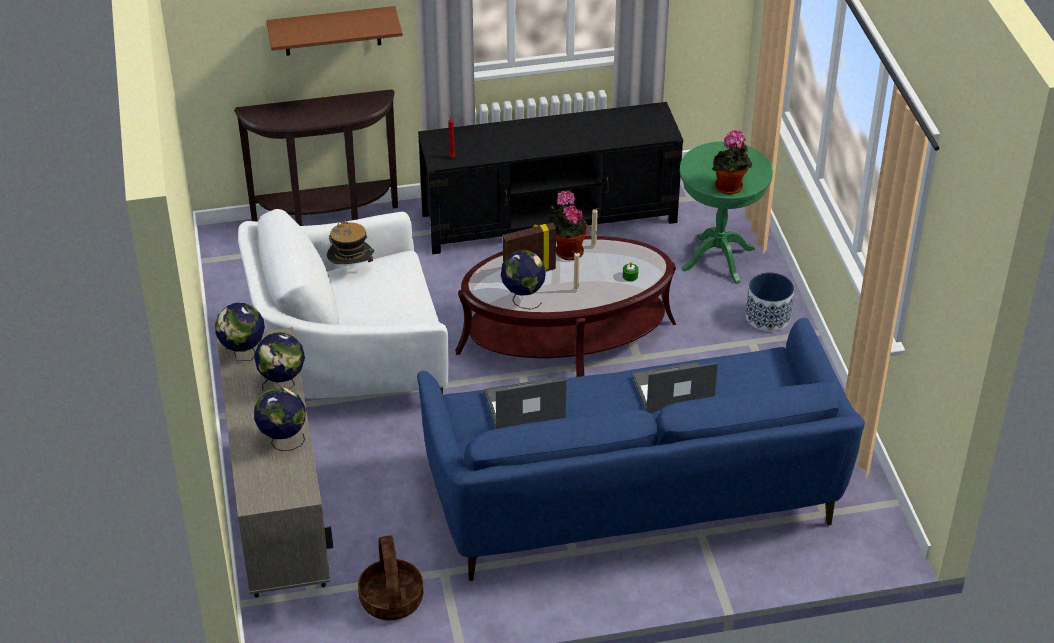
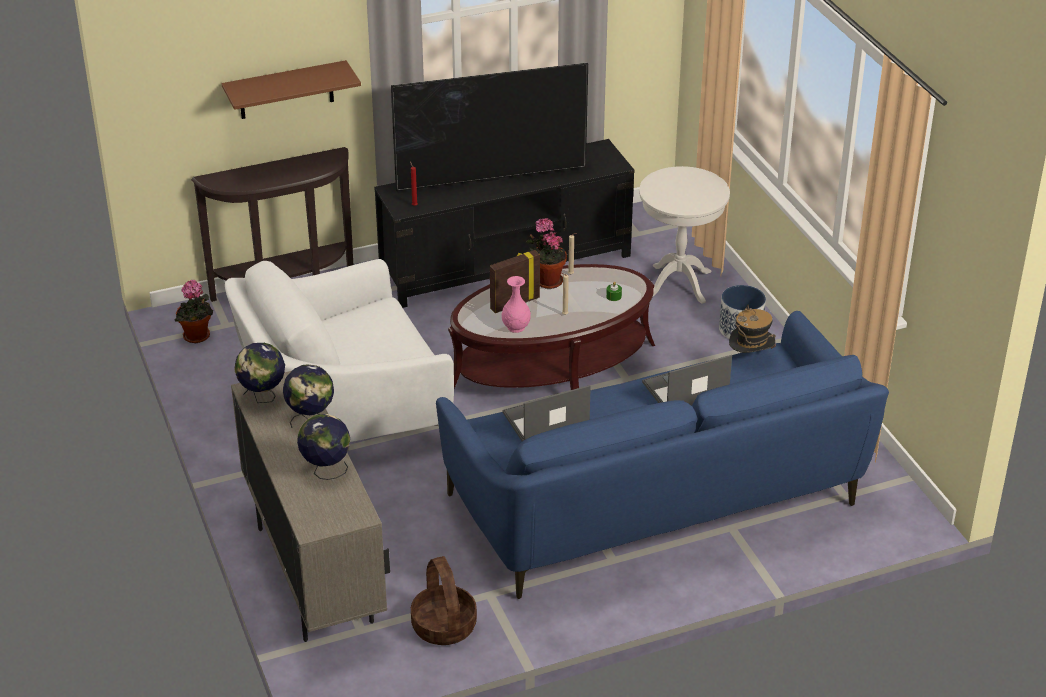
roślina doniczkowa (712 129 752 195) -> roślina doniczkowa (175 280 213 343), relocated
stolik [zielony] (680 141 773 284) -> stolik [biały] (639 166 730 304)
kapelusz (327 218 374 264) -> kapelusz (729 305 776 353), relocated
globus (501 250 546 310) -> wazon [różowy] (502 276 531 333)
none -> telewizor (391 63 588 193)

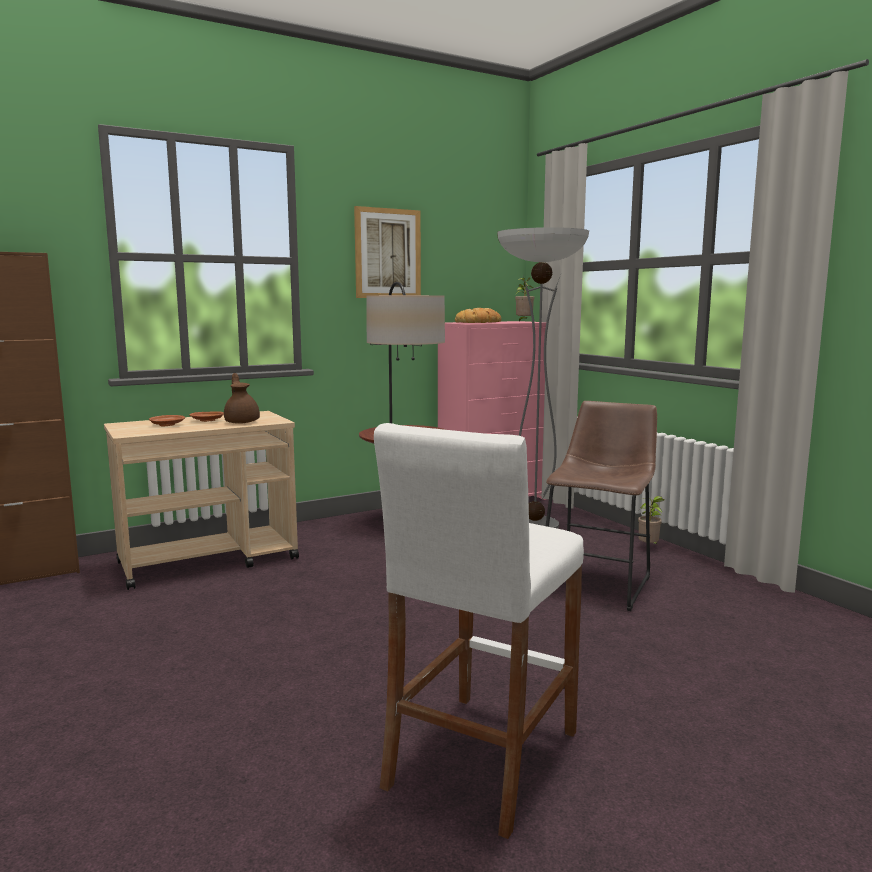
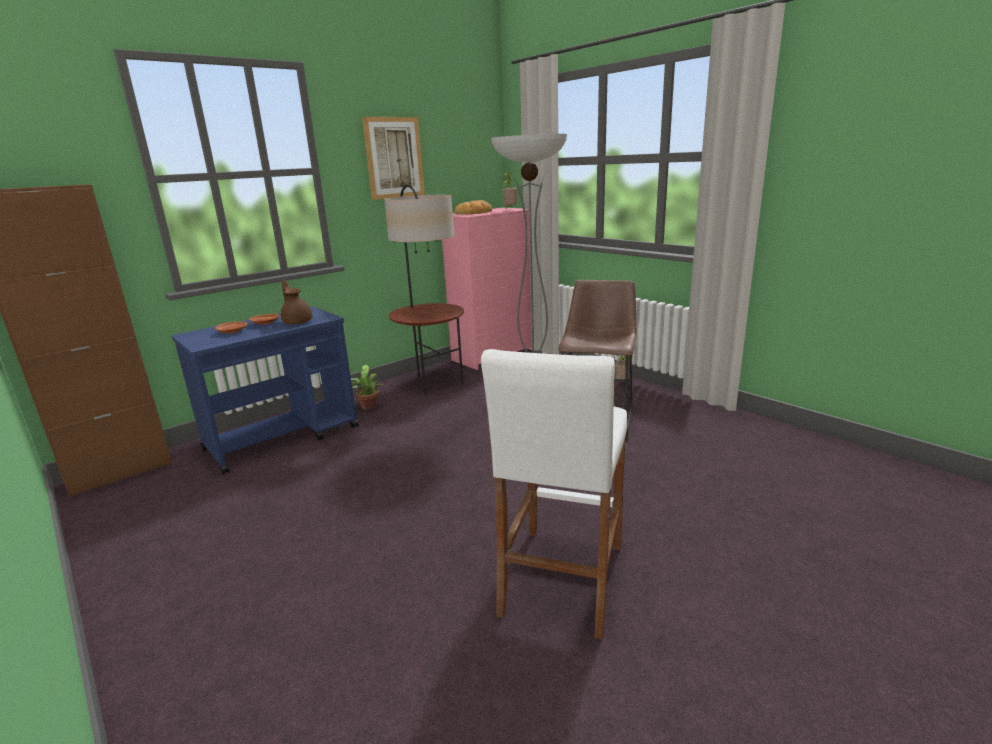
wózek [beżowy] (104 411 299 590) -> wózek [niebieski] (172 307 359 475)
none -> roślina doniczkowa (351 365 384 410)

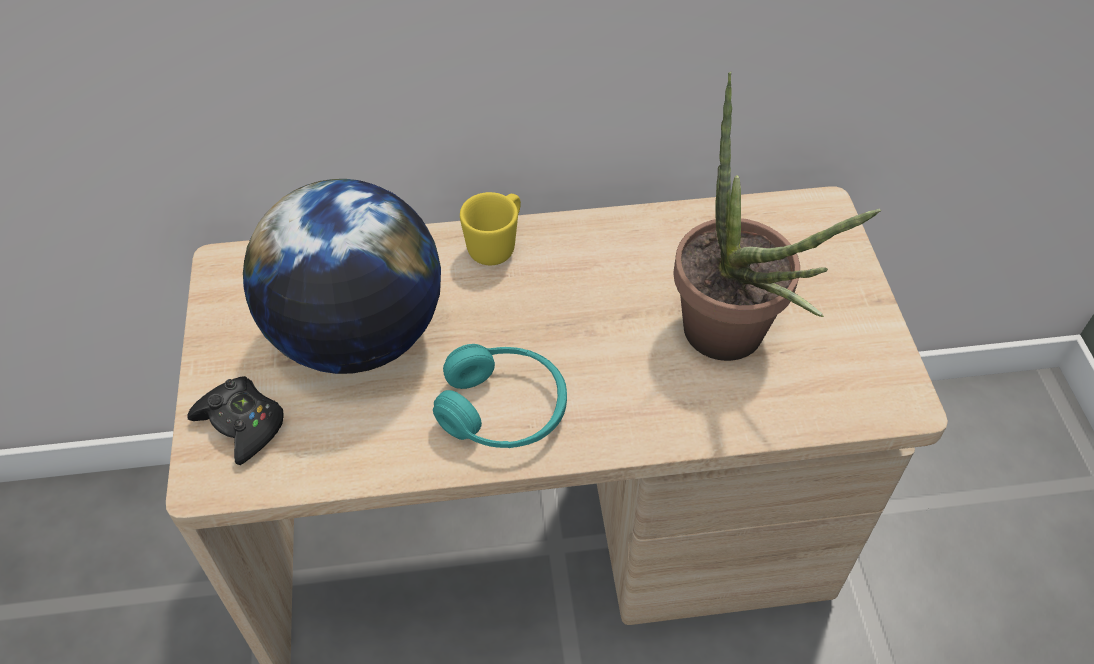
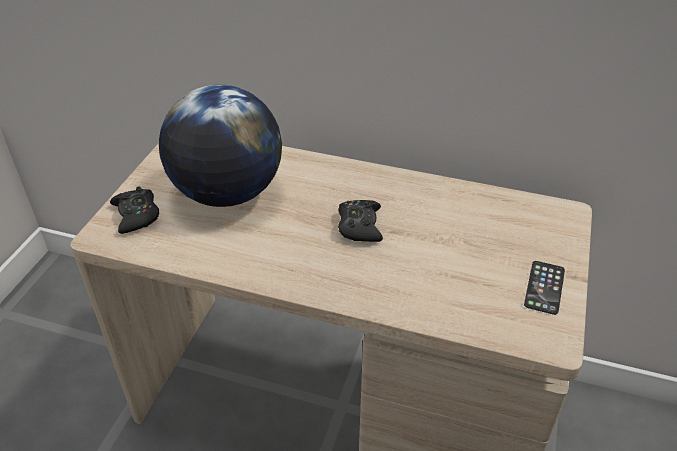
roślina doniczkowa (673 72 881 361) -> none
kubek [żółty] (460 192 521 265) -> none
słuchawki [turkusowy] (433 344 567 448) -> none
none -> pad do gier [czarny] (338 200 383 242)
none -> telefon (524 261 565 315)

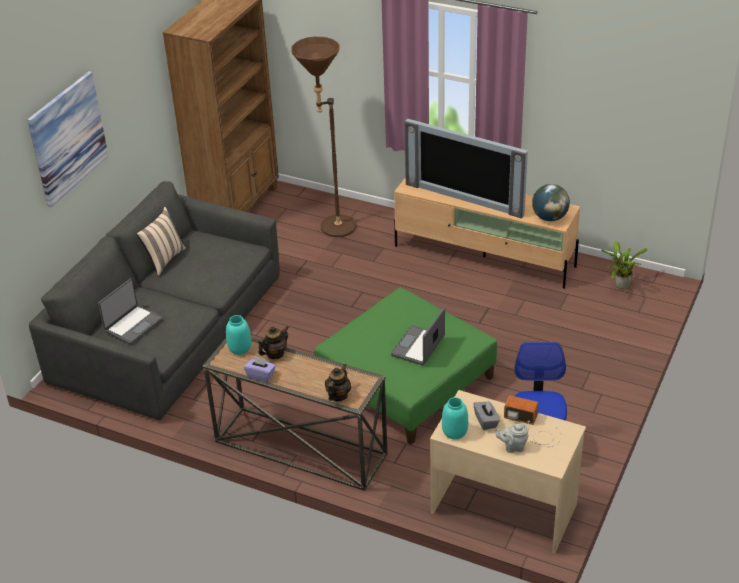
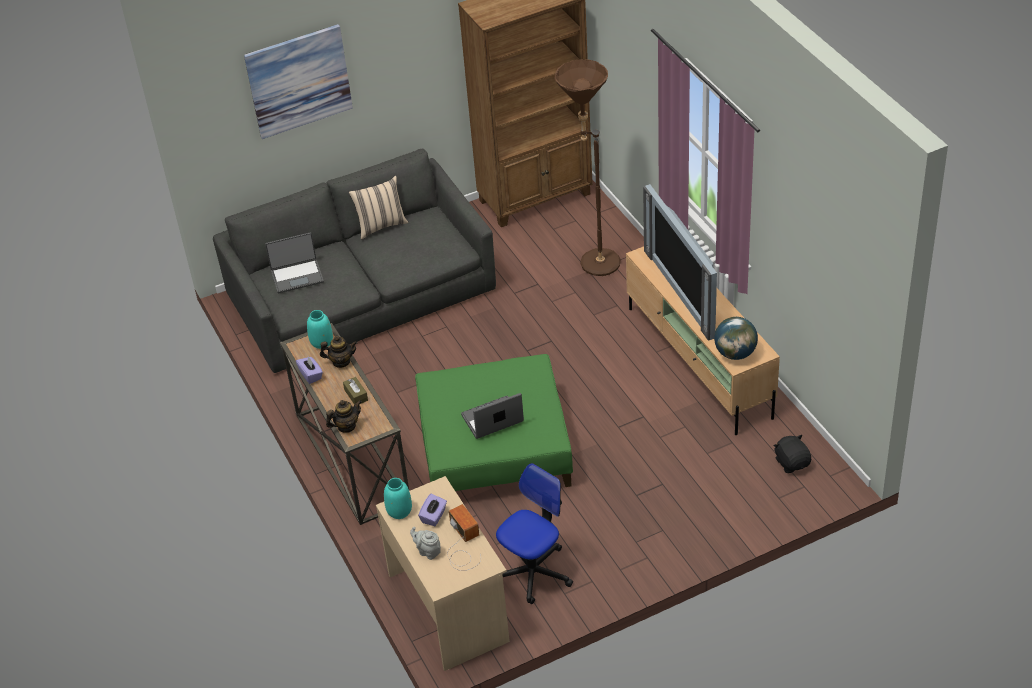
roślina doniczkowa (601 241 648 289) -> pluszak [czarny] (774 435 811 473)
pudełko chusteczek [szary] (473 402 500 430) -> pudełko chusteczek [fioletowy] (418 494 447 526)
none -> pudełko chusteczek [brązowy] (343 377 368 405)

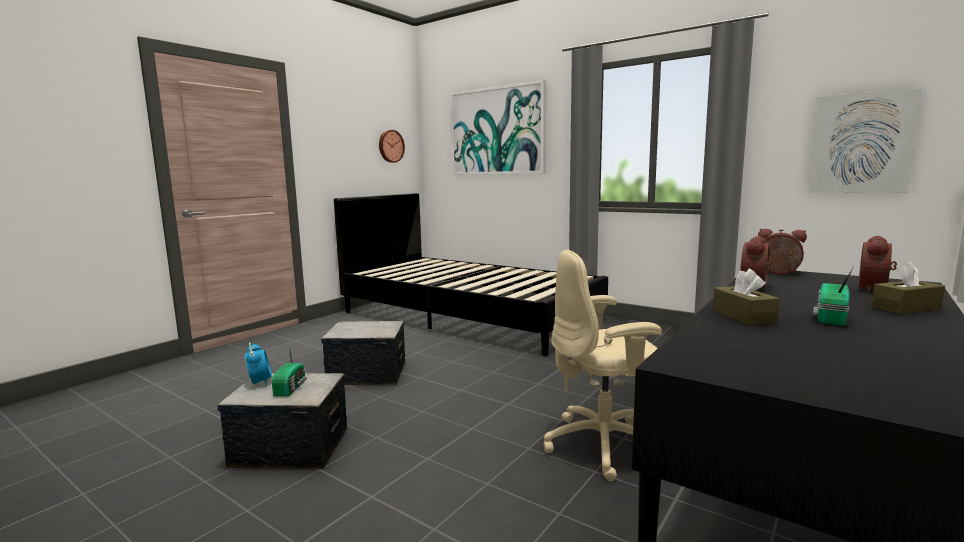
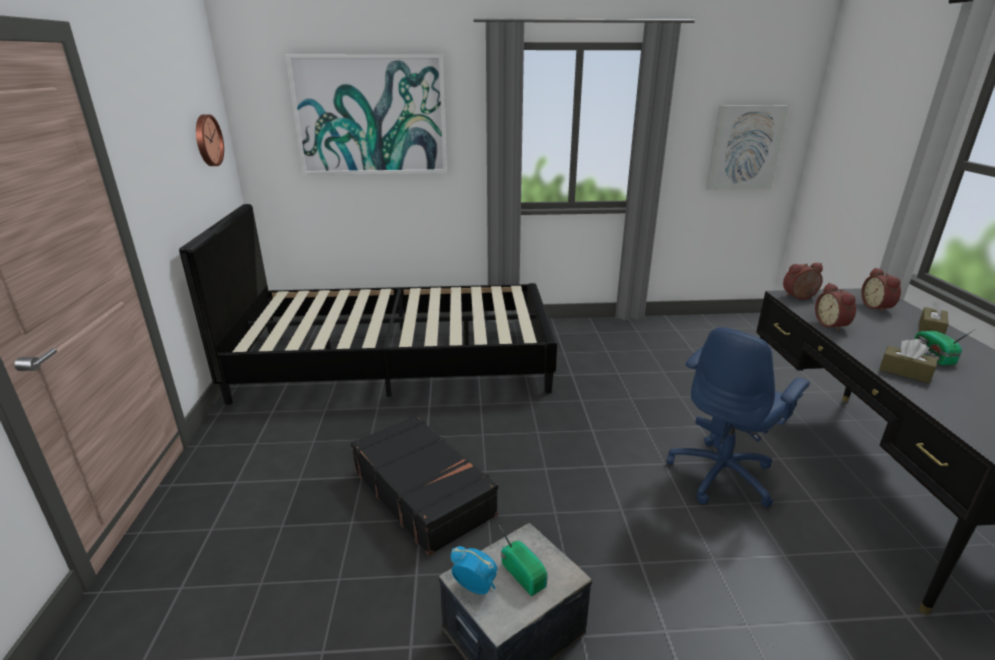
krzesło biurowe [beżowy] (543 250 662 481) -> krzesło biurowe [niebieski] (666 327 810 508)
pojemnik do przechowywania (321 321 405 385) -> walizka [czarny] (351 415 498 556)

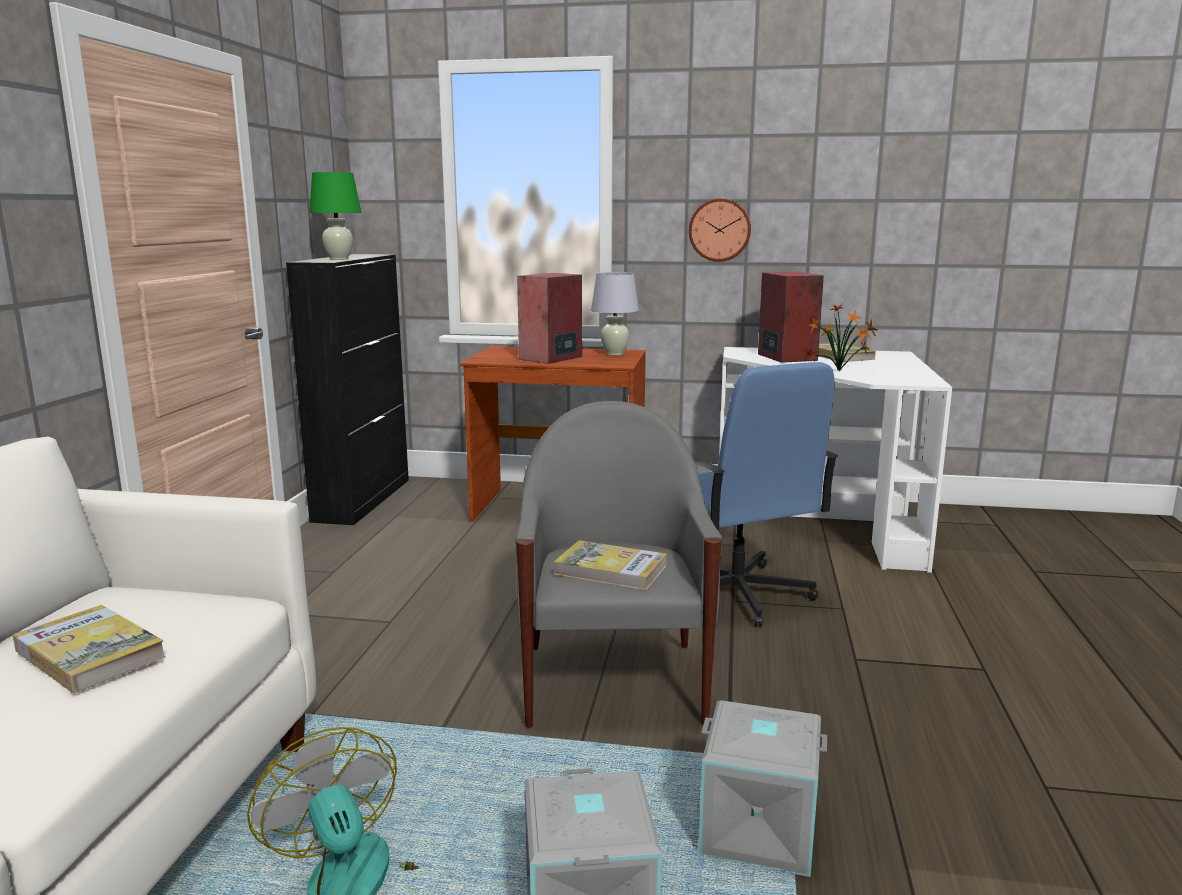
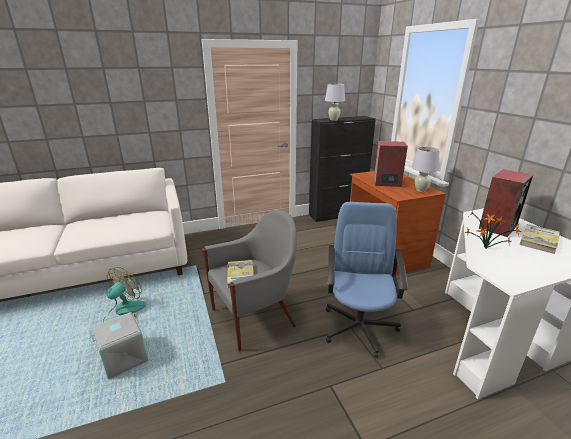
lampa stołowa [zielony] (309 172 362 260) -> lampa stołowa [biały] (325 84 345 121)
zegar ścienny (689 198 751 262) -> none
krzesło biurowe [niebieski] (694 362 838 627) -> krzesło biurowe [niebieski] (326 202 408 358), 150 degrees clockwise
książka (13 605 166 693) -> none
pojemnik do przechowywania [szary] (698 700 827 877) -> none

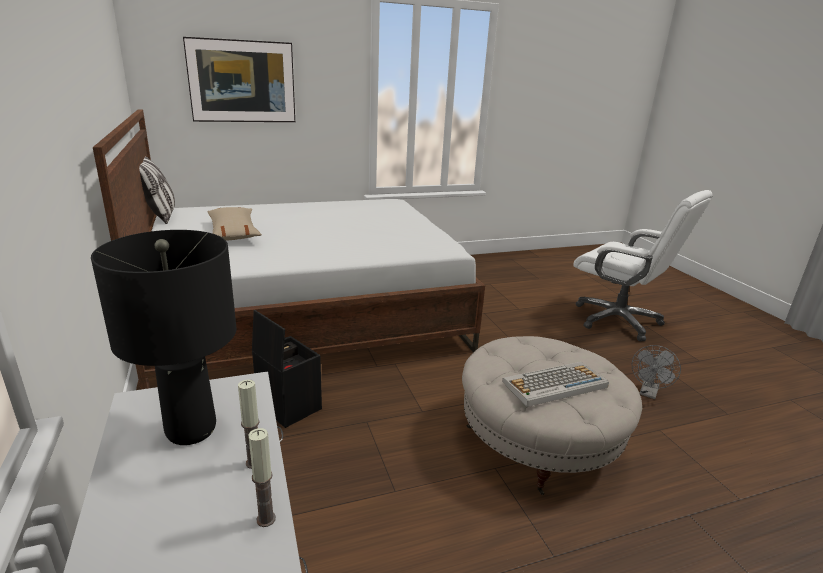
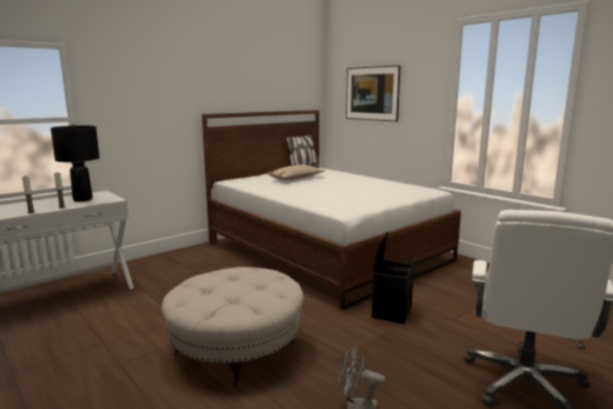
pojemnik do przechowywania [czarny] (252 310 322 428) -> pojemnik do przechowywania [czarny] (372 231 414 324), relocated
klawiatura (502 362 609 407) -> none

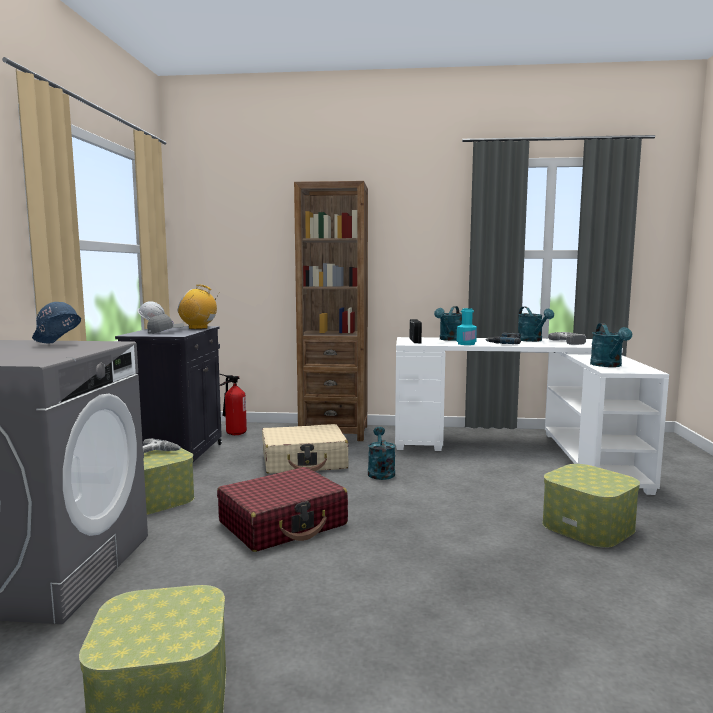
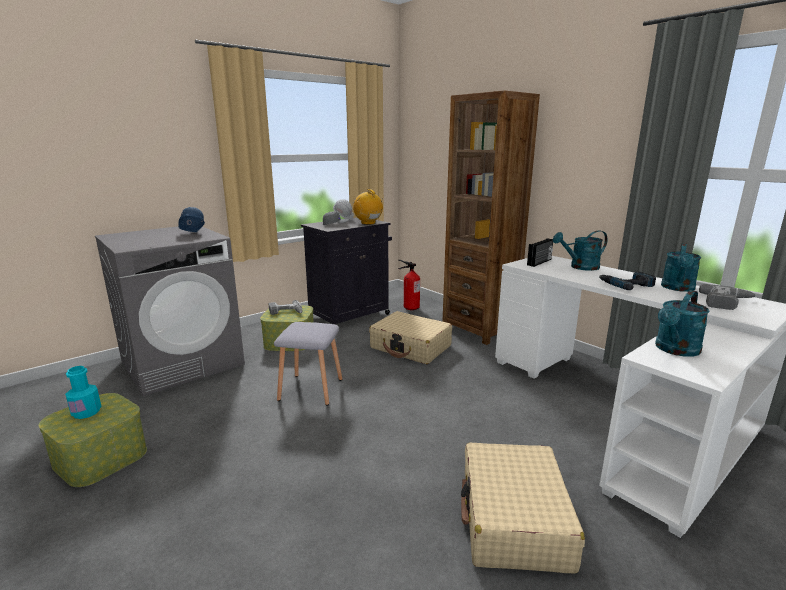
butelka [turkusowy] (457 308 477 345) -> butelka [turkusowy] (65 366 102 419), relocated
konewka [turkusowy] (368 427 395 480) -> none
pojemnik do przechowywania (542 464 640 548) -> walizka [beżowy] (461 443 585 573)
walizka [czerwony] (217 467 348 552) -> stołek [szary] (274 322 342 406)

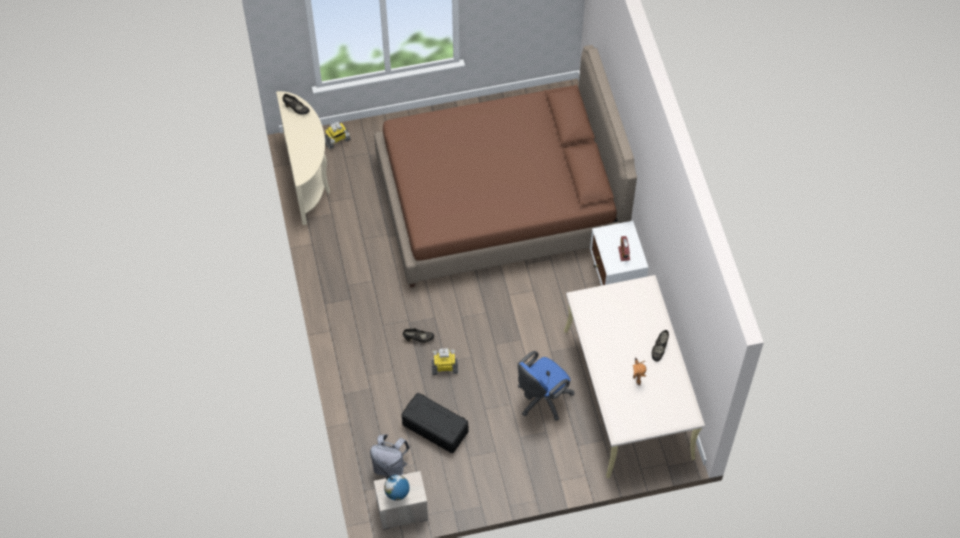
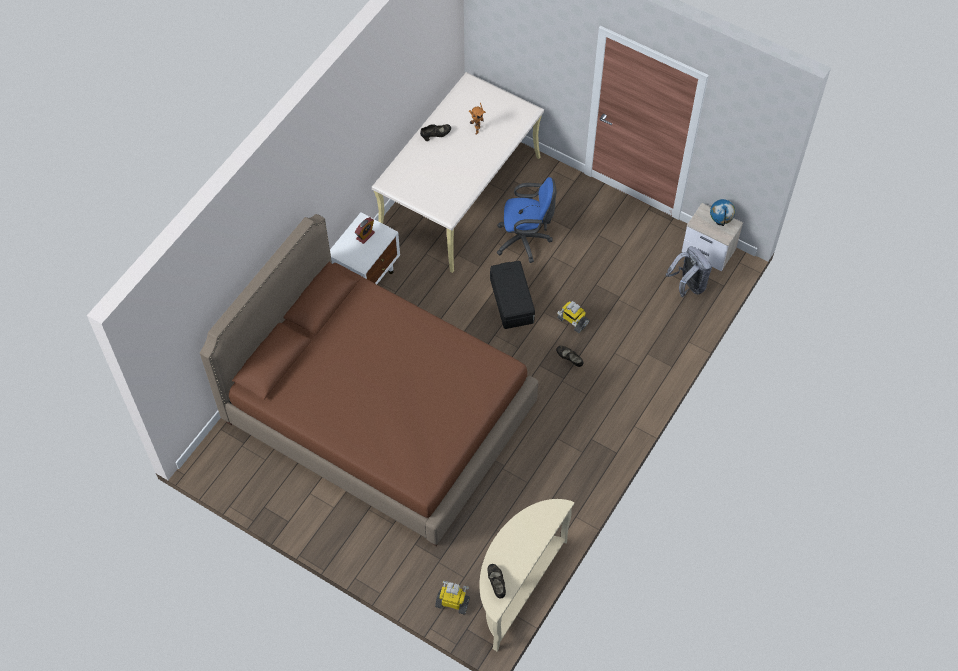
pojemnik do przechowywania [czarny] (401 393 468 453) -> pojemnik do przechowywania [czarny] (490 261 535 329), relocated

